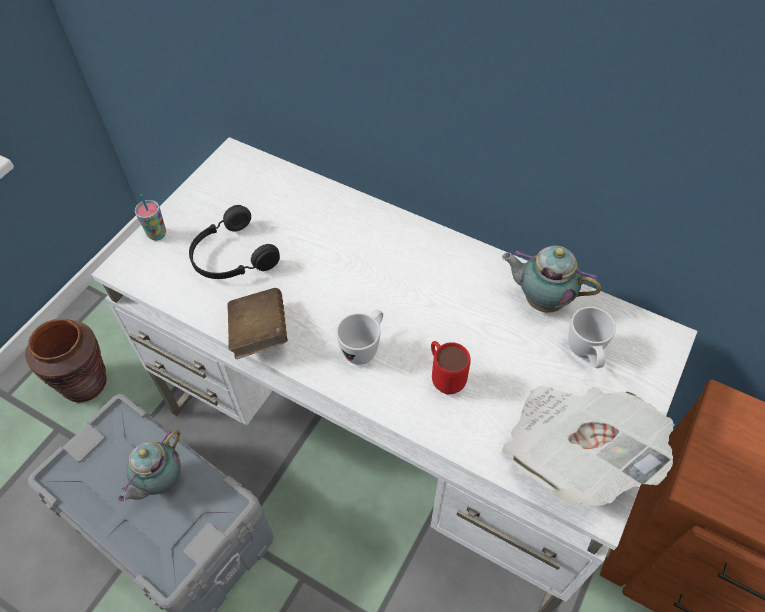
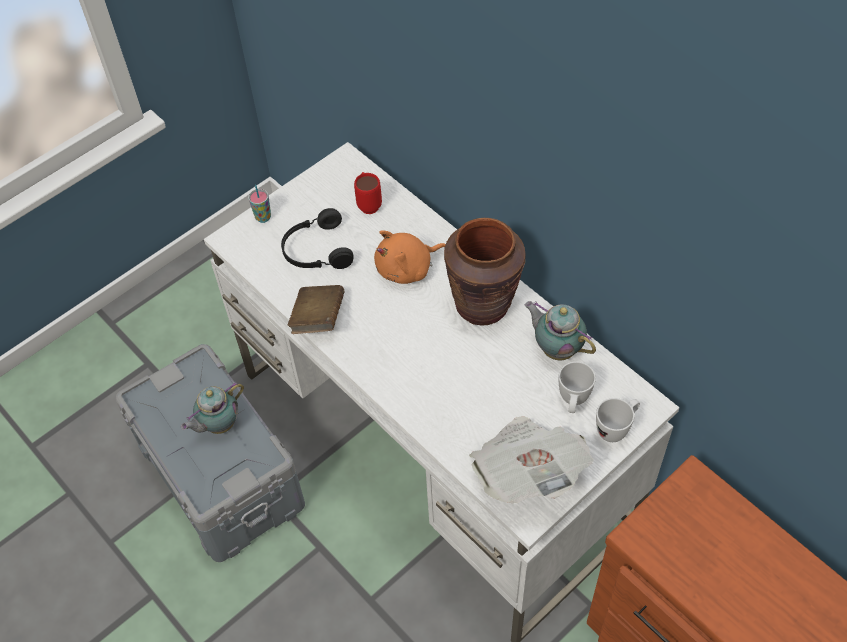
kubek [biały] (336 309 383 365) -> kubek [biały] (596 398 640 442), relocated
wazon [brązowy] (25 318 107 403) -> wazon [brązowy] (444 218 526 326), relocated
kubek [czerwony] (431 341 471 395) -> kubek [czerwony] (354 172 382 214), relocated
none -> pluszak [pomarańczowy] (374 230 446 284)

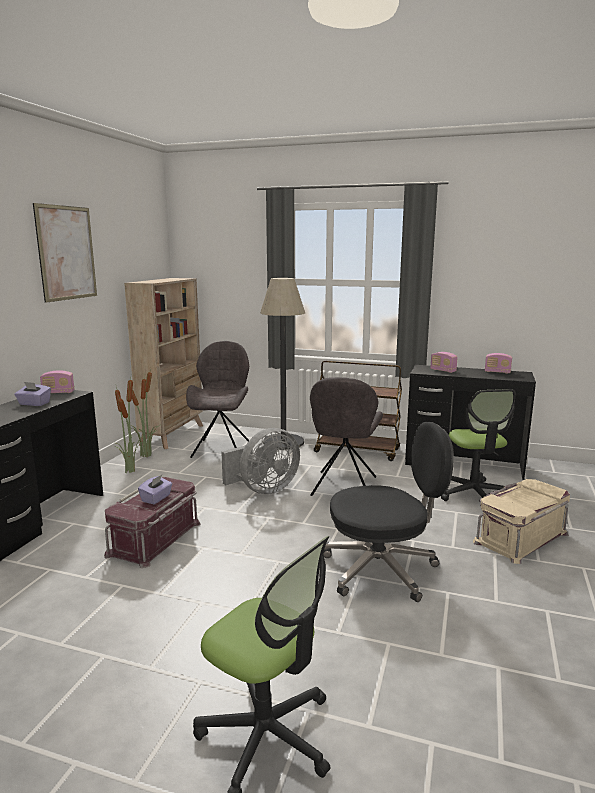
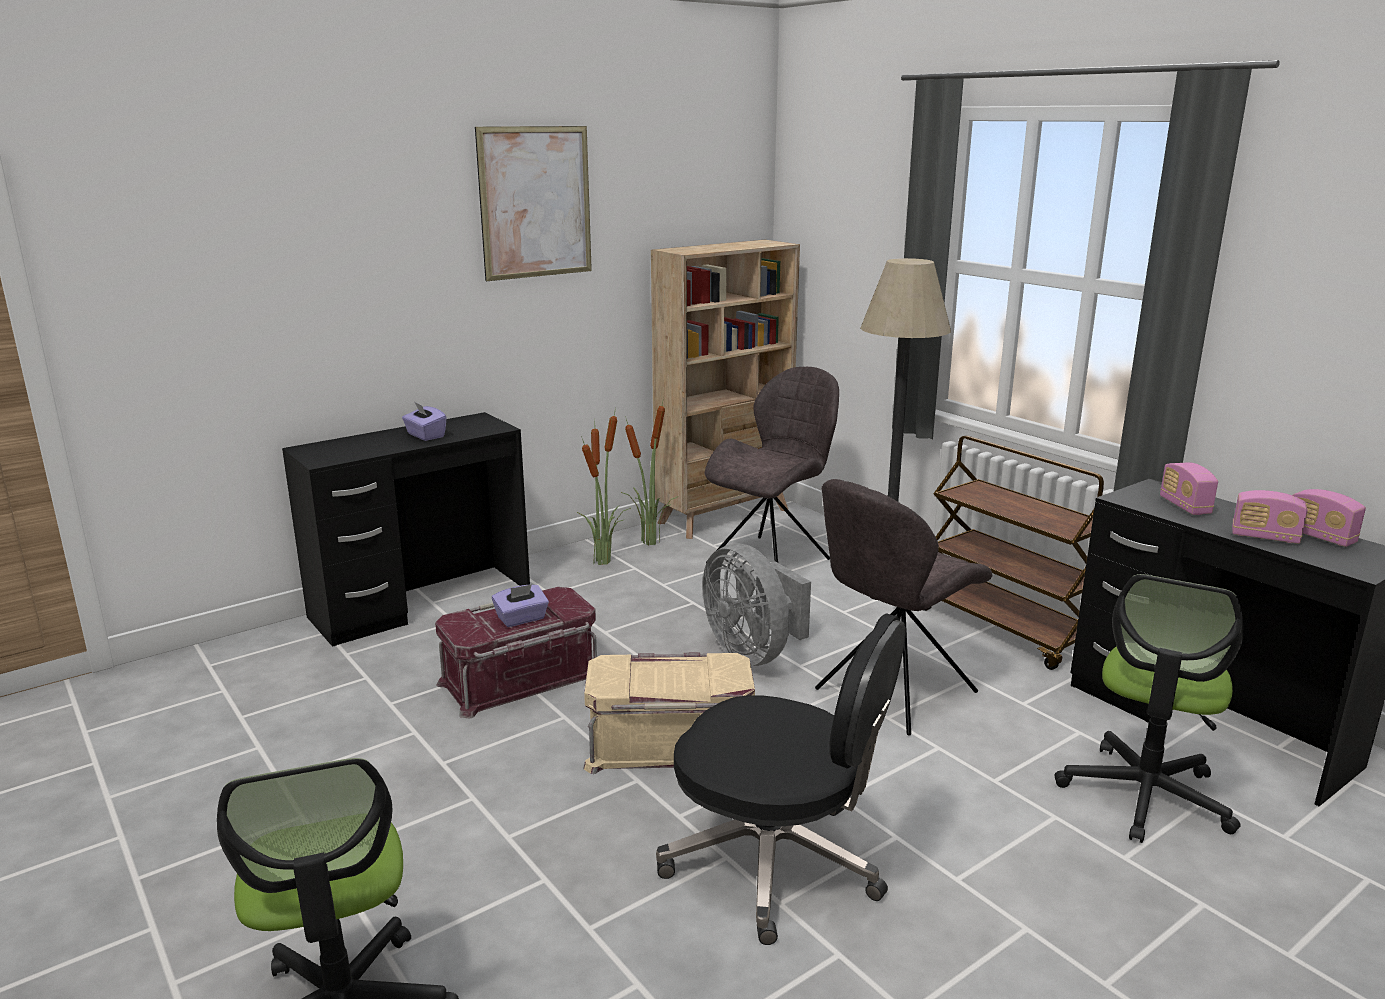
radio (40 370 74 393) -> radio (1232 490 1308 544), relocated
wentylator [szary] (221 428 300 494) -> wentylator [szary] (702 543 811 666), 60 degrees clockwise
pojemnik do przechowywania [beżowy] (473 479 570 564) -> pojemnik do przechowywania [beżowy] (583 652 755 774), relocated

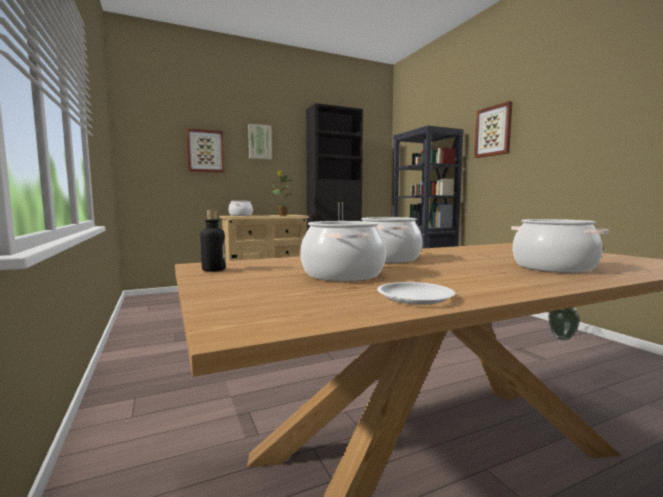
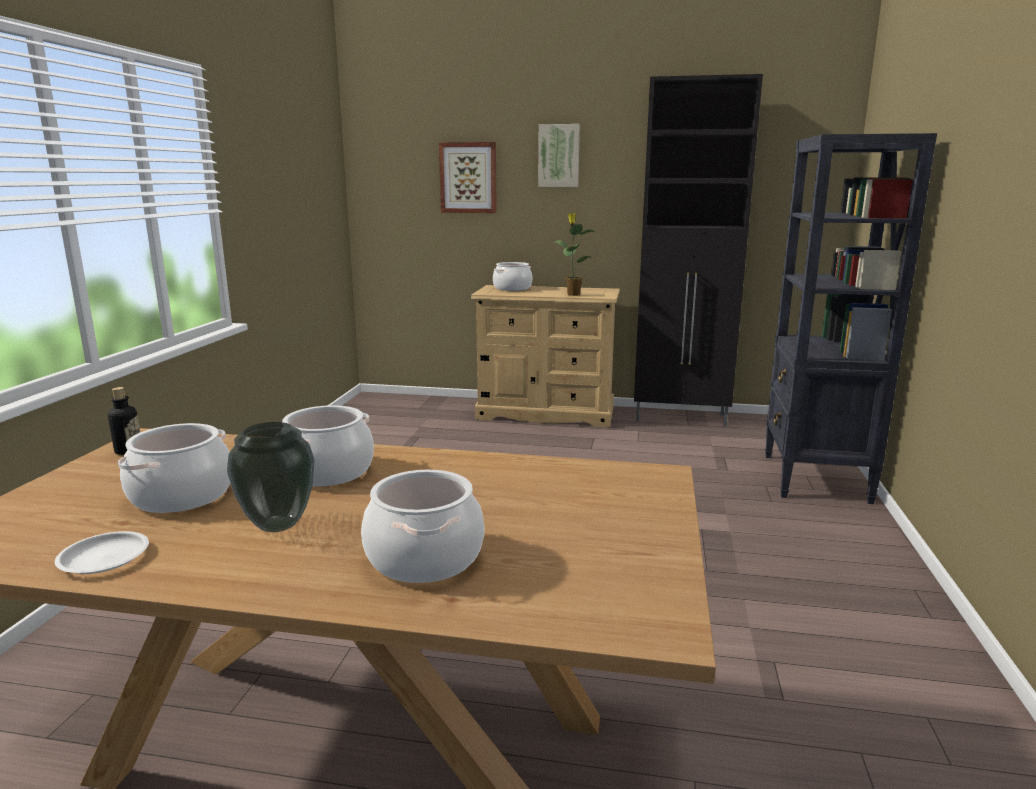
obraz (474 101 512 158) -> none
wazon (548 307 580 340) -> wazon (227 422 315 532), relocated

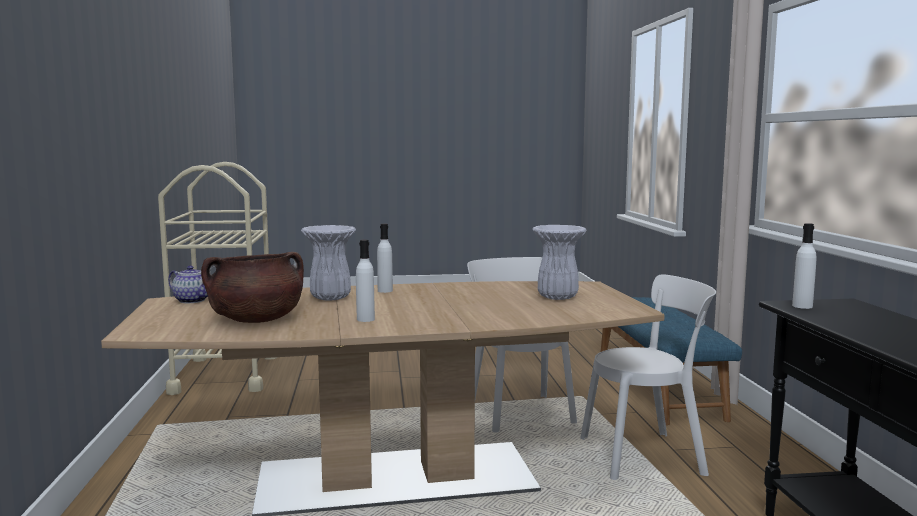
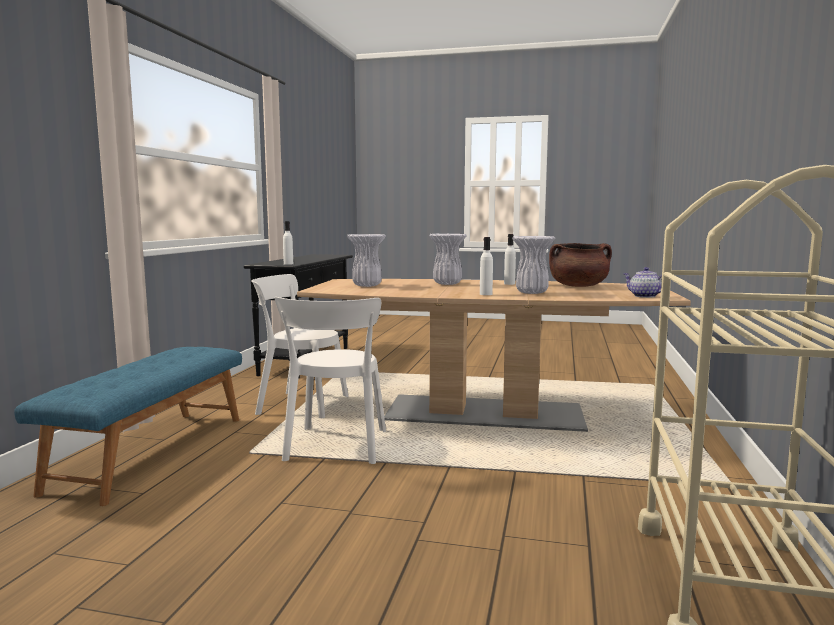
none -> wazon [biały] (429 234 467 285)

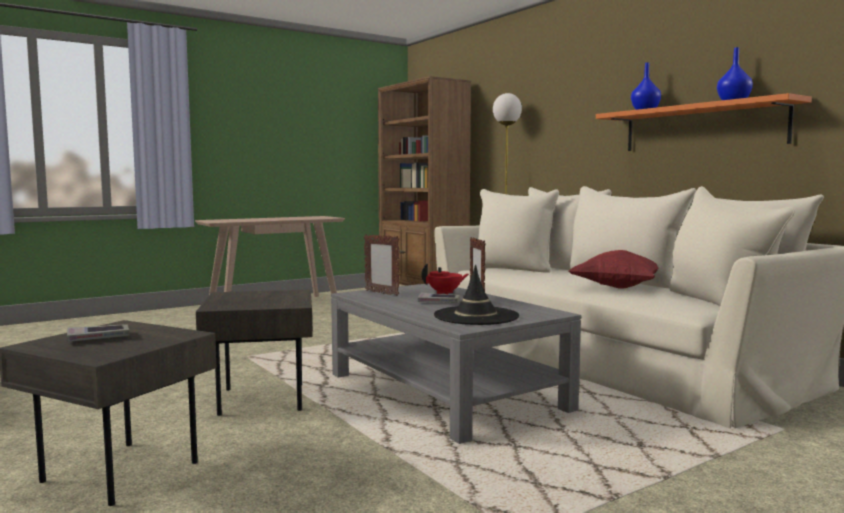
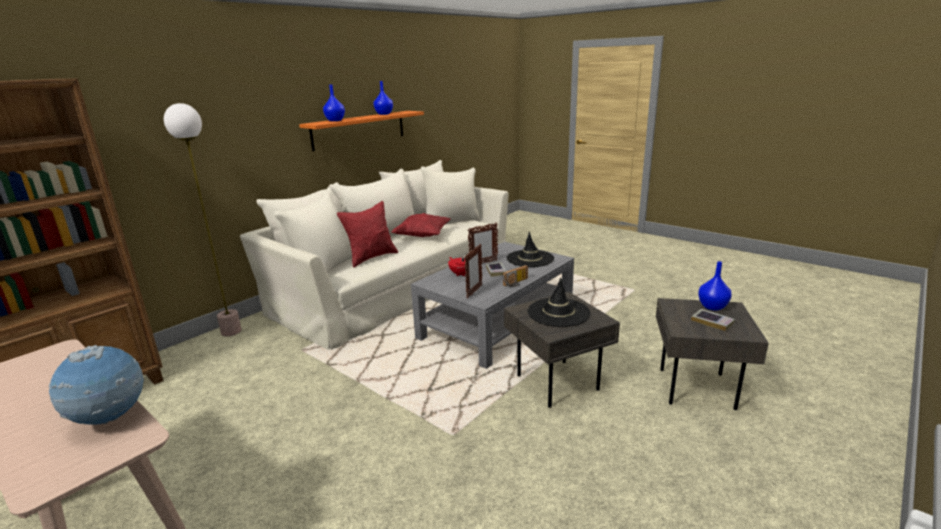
none -> poduszka [czerwony] (337 201 398 267)
none -> wazon [niebieski] (698 261 732 311)
none -> radio (503 265 528 287)
none -> kapelusz [czarny] (528 277 590 327)
none -> globus (49 345 144 425)

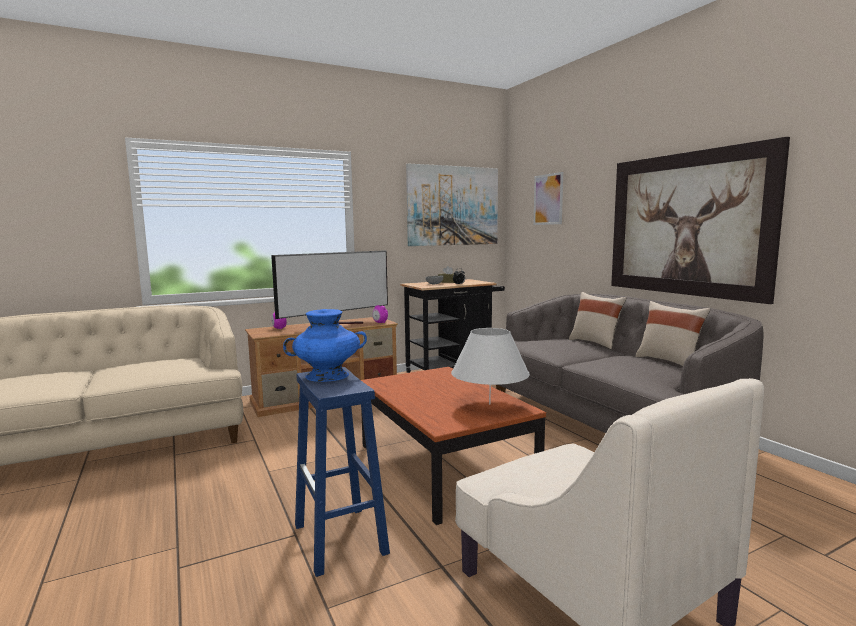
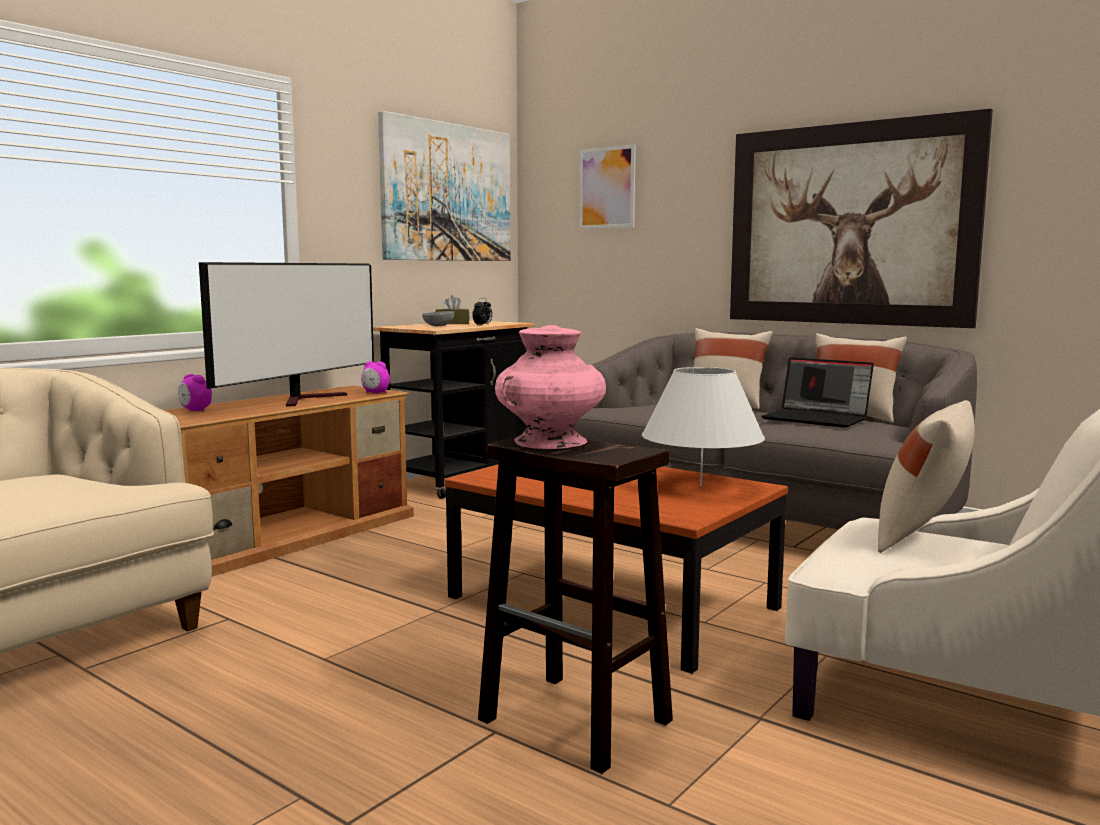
wazon [niebieski] (283 309 367 382) -> wazon [różowy] (495 325 606 449)
stołek [niebieski] (295 367 390 577) -> stołek [brązowy] (478 437 673 774)
none -> laptop (762 357 874 428)
none -> poduszka [beżowy] (878 400 975 553)

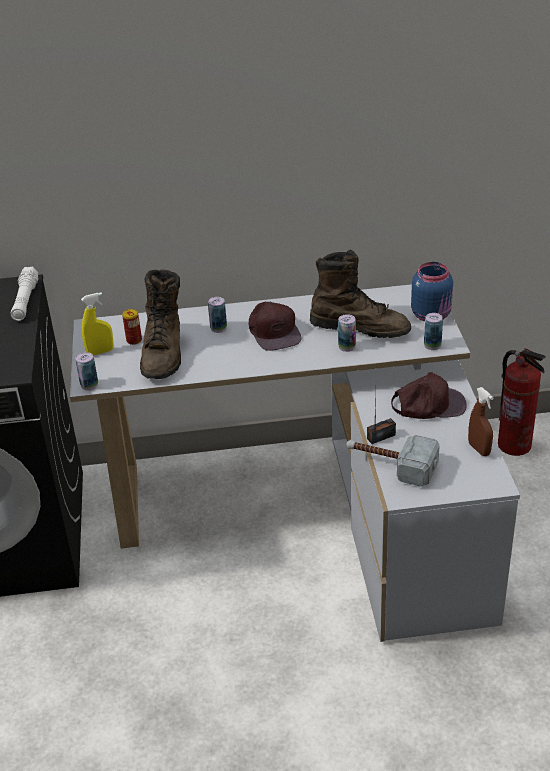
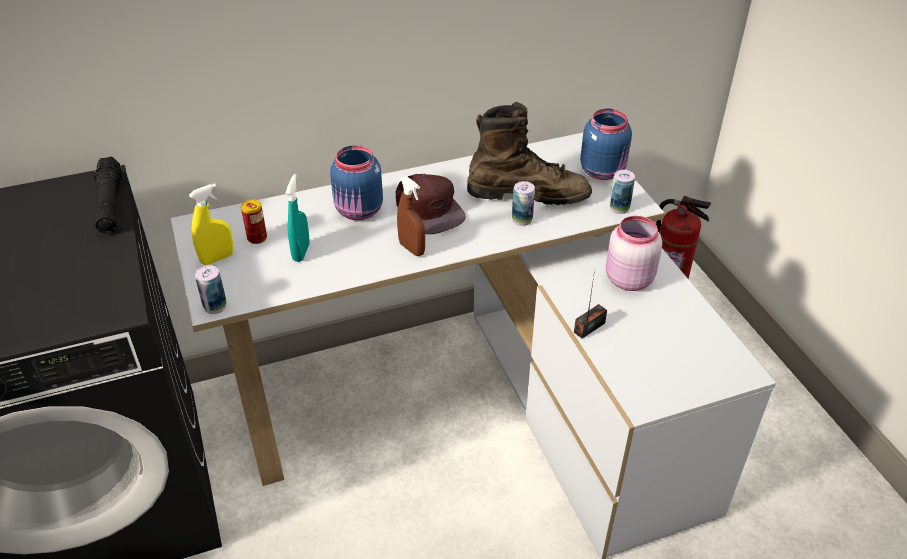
latarka [biały] (10 267 38 321) -> latarka [czarny] (94 157 122 233)
but z cholewką [brązowy] (140 269 181 379) -> spryskiwacz [turkusowy] (286 174 310 262)
puszka (208 297 227 333) -> słoik [niebieski] (330 145 383 220)
czapka z daszkiem [brązowy] (391 372 467 419) -> słoik [różowy] (606 216 662 291)
spryskiwacz [brązowy] (468 387 494 456) -> spryskiwacz [brązowy] (397 176 425 256), relocated
młotek (346 435 440 487) -> none

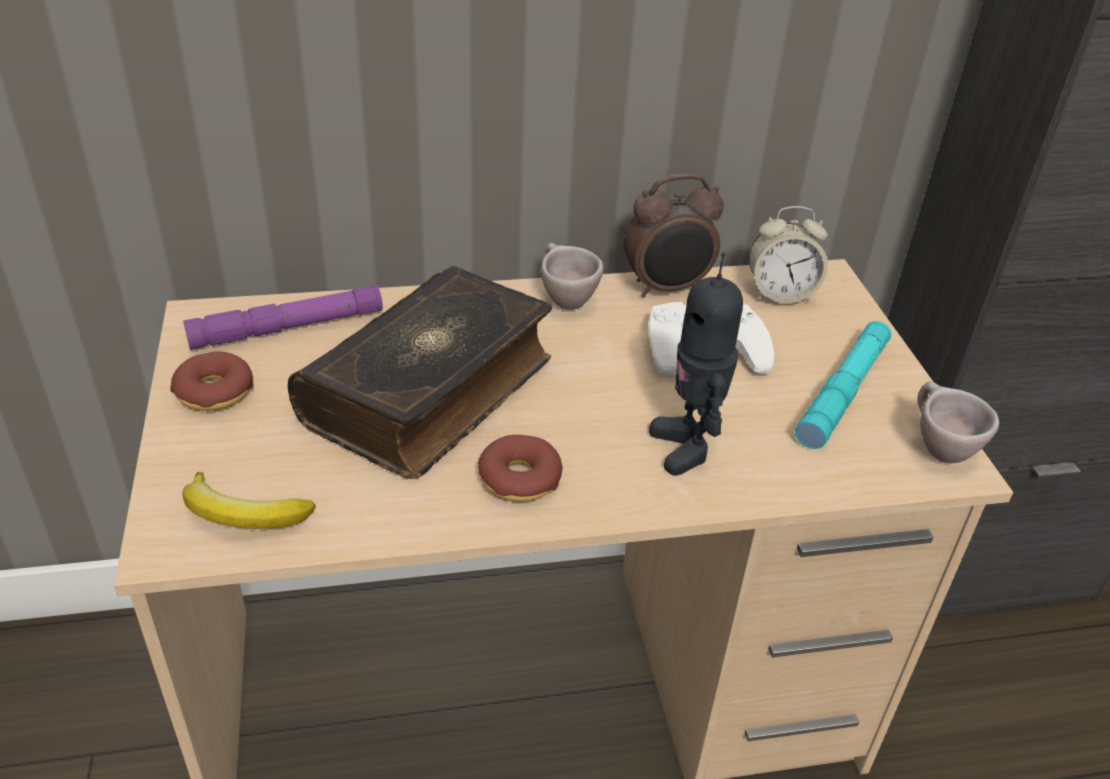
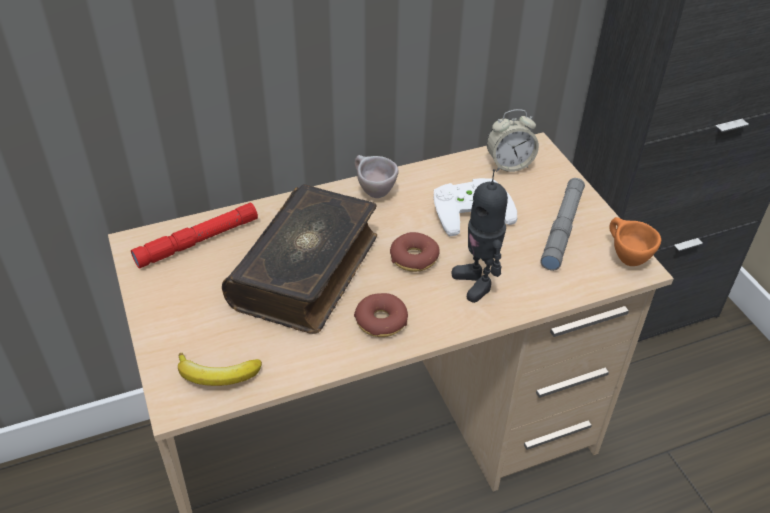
budzik (623 173 724 297) -> none
latarka [fioletowy] (183 285 383 350) -> latarka [czerwony] (131 203 258 269)
latarka [turkusowy] (795 321 891 449) -> latarka [szary] (540 178 585 271)
donut (170 351 254 411) -> donut (390 232 440 272), relocated
filiżanka [beżowy] (917 381 999 463) -> filiżanka [pomarańczowy] (610 217 661 266)

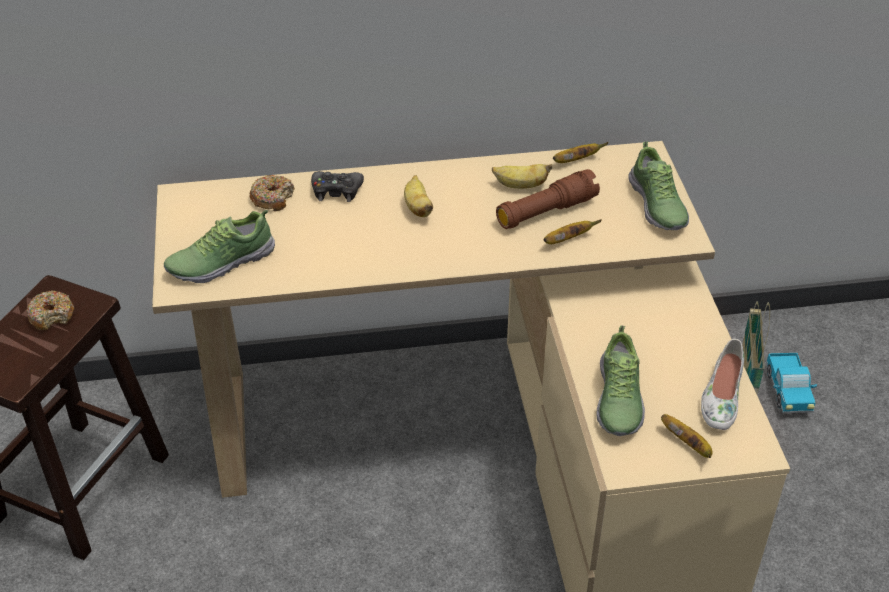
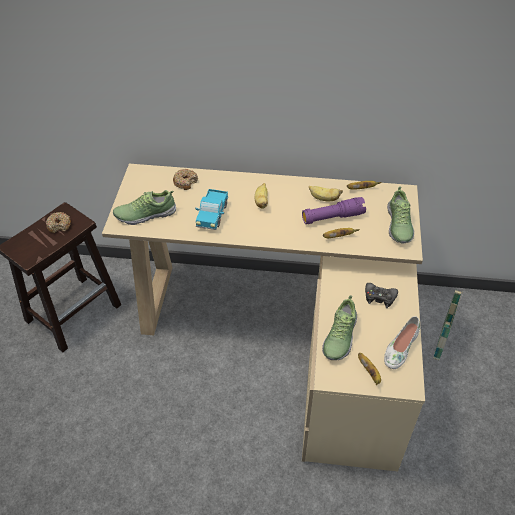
latarka [brązowy] (496 169 600 229) -> latarka [fioletowy] (302 197 366 224)
pad do gier [czarny] (311 171 364 202) -> pad do gier [czarny] (365 283 398 308), relocated
ciężarówka zabawkowa (766 353 817 413) -> ciężarówka zabawkowa (195 189 228 230), relocated

